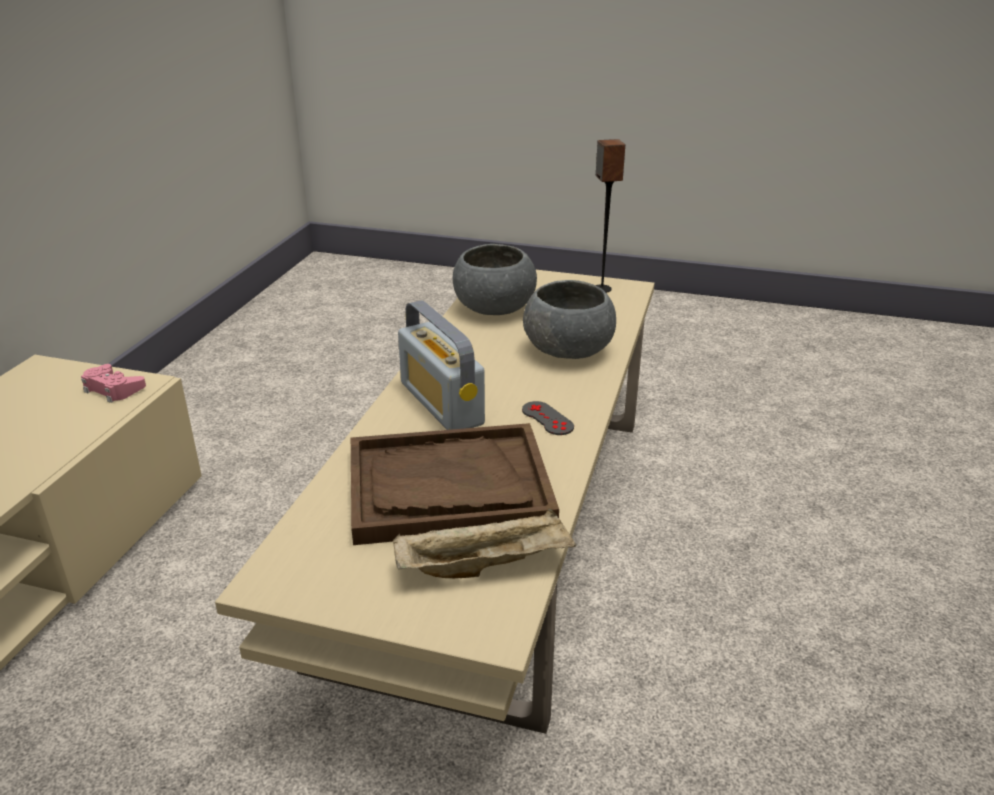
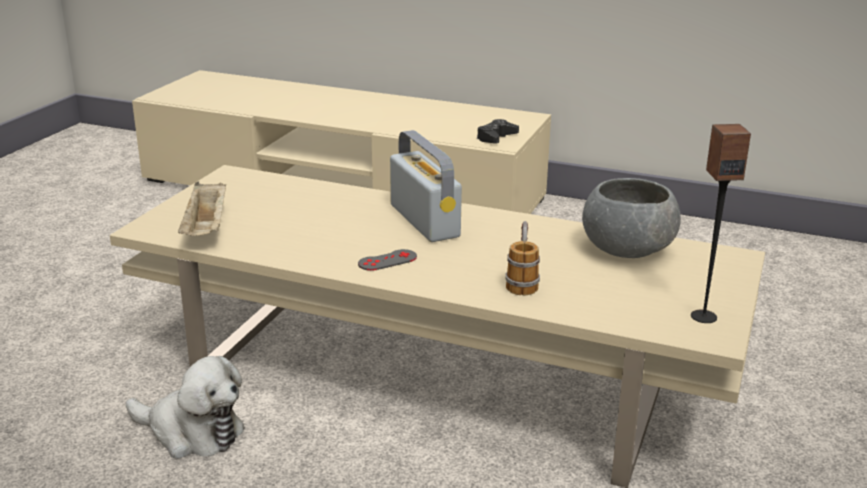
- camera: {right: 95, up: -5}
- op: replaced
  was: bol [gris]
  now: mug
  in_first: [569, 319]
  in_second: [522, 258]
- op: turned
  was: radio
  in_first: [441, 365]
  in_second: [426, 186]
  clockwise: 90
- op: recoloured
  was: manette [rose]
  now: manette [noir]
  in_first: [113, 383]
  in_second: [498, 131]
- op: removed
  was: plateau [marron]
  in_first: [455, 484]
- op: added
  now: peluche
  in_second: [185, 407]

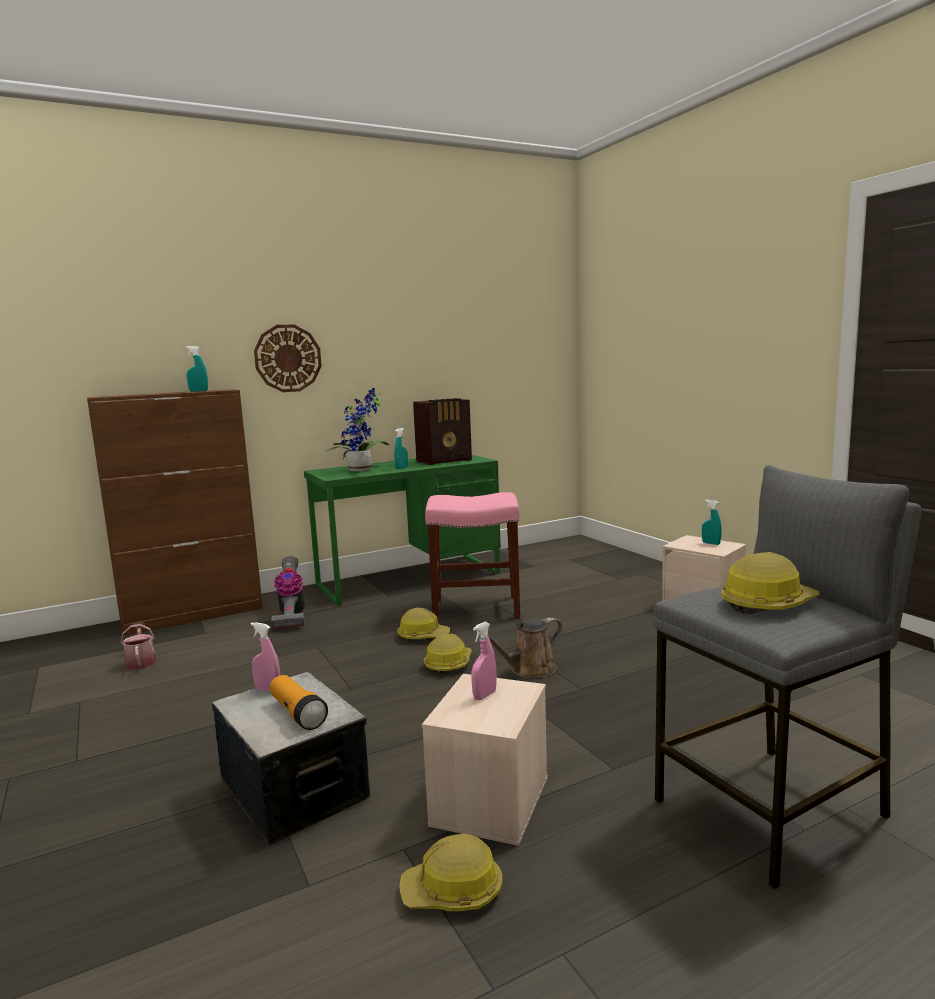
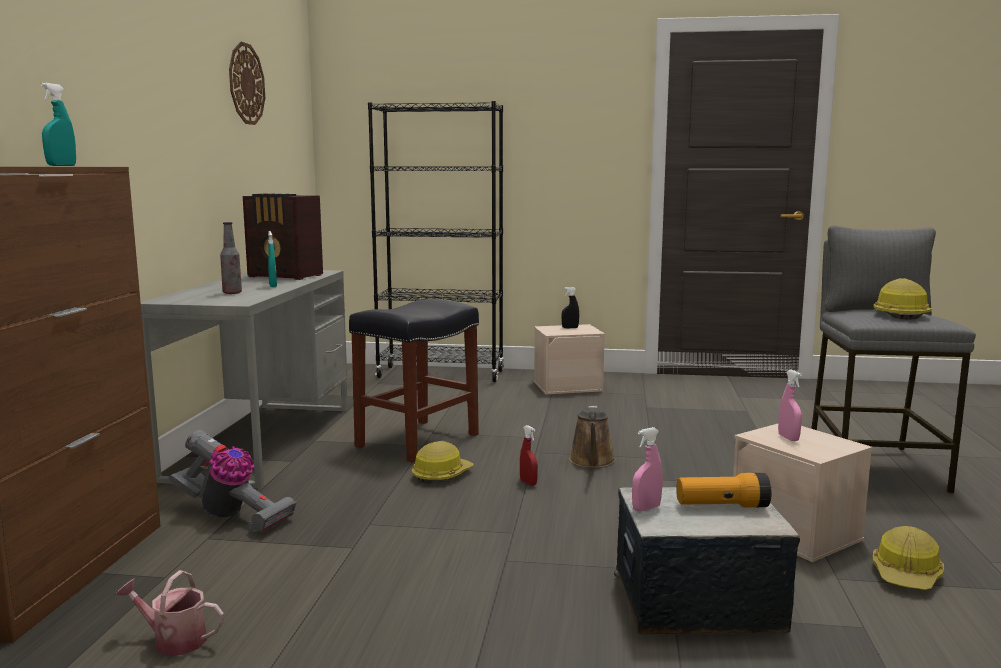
- camera: {right: -55, up: 0}
- op: moved
  was: horloge murale
  in_first: [288, 358]
  in_second: [247, 83]
- op: replaced
  was: plante en pot
  now: bouteille
  in_first: [358, 429]
  in_second: [231, 258]
- op: turned
  was: radio
  in_first: [442, 431]
  in_second: [283, 236]
  clockwise: 105
- op: recoloured
  was: bureau [vert]
  now: bureau [gris]
  in_first: [402, 530]
  in_second: [244, 379]
- op: recoloured
  was: tabouret [rose]
  now: tabouret [noir]
  in_first: [472, 556]
  in_second: [414, 381]
- op: recoloured
  was: vaporisateur [turquoise]
  now: vaporisateur [noir]
  in_first: [712, 522]
  in_second: [570, 307]
- op: replaced
  was: casque de chantier
  now: vaporisateur [rouge]
  in_first: [448, 654]
  in_second: [529, 455]
- op: added
  now: bibliothèque [noir]
  in_second: [436, 241]

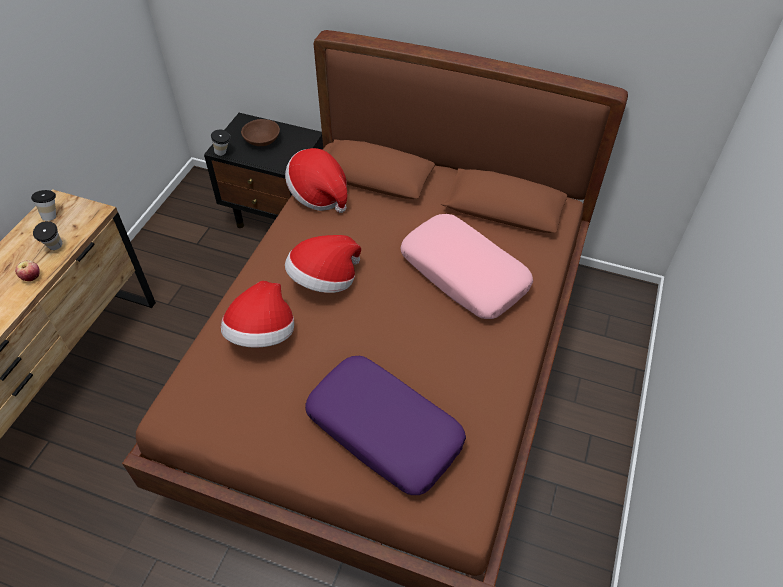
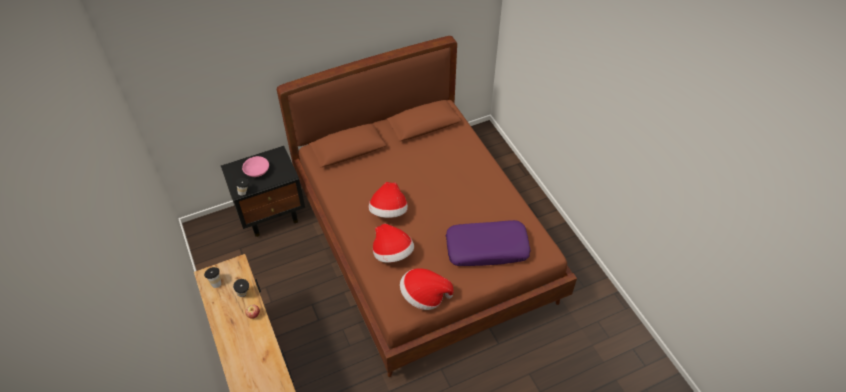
- camera: {right: -45, up: 0}
- op: recoloured
  was: bol [marron]
  now: bol [rose]
  in_first: [260, 132]
  in_second: [255, 166]
- op: moved
  was: chapeau
  in_first: [316, 180]
  in_second: [427, 289]
- op: removed
  was: coussin [rose]
  in_first: [467, 266]

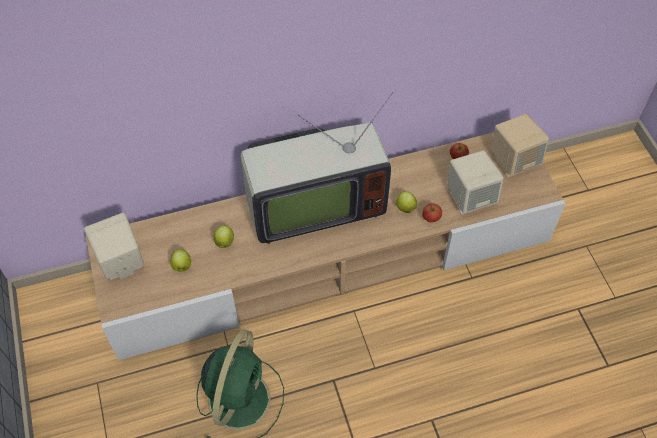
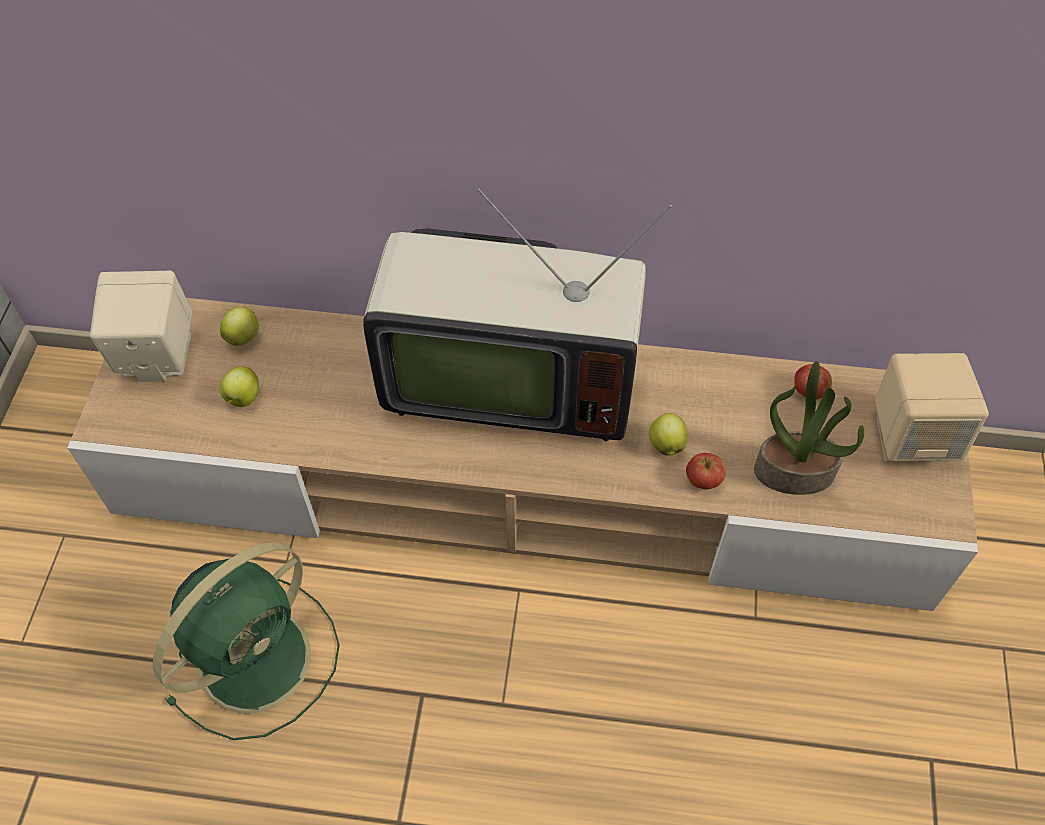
- camera: {right: 25, up: 0}
- op: replaced
  was: enceinte [beige]
  now: plante en pot
  in_first: [475, 182]
  in_second: [809, 428]
- op: moved
  was: pomme
  in_first: [224, 237]
  in_second: [239, 326]

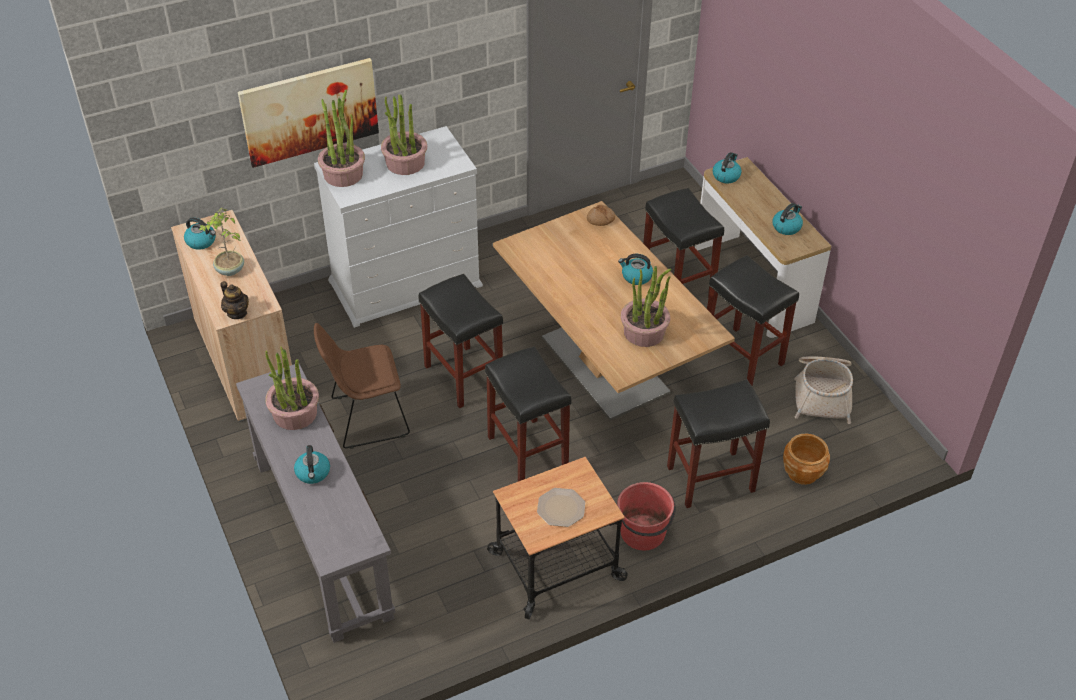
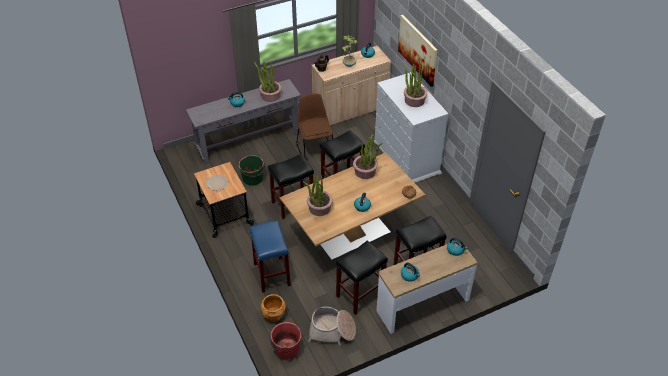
- camera: {right: 90, up: 0}
- op: moved
  was: plante en pot
  in_first: [341, 138]
  in_second: [368, 157]
- op: recoloured
  was: tabouret [noir]
  now: tabouret [bleu]
  in_first: [718, 443]
  in_second: [270, 257]
- op: moved
  was: seau [rouge]
  in_first: [646, 516]
  in_second: [285, 340]
- op: added
  now: seau [vert]
  in_second: [252, 170]

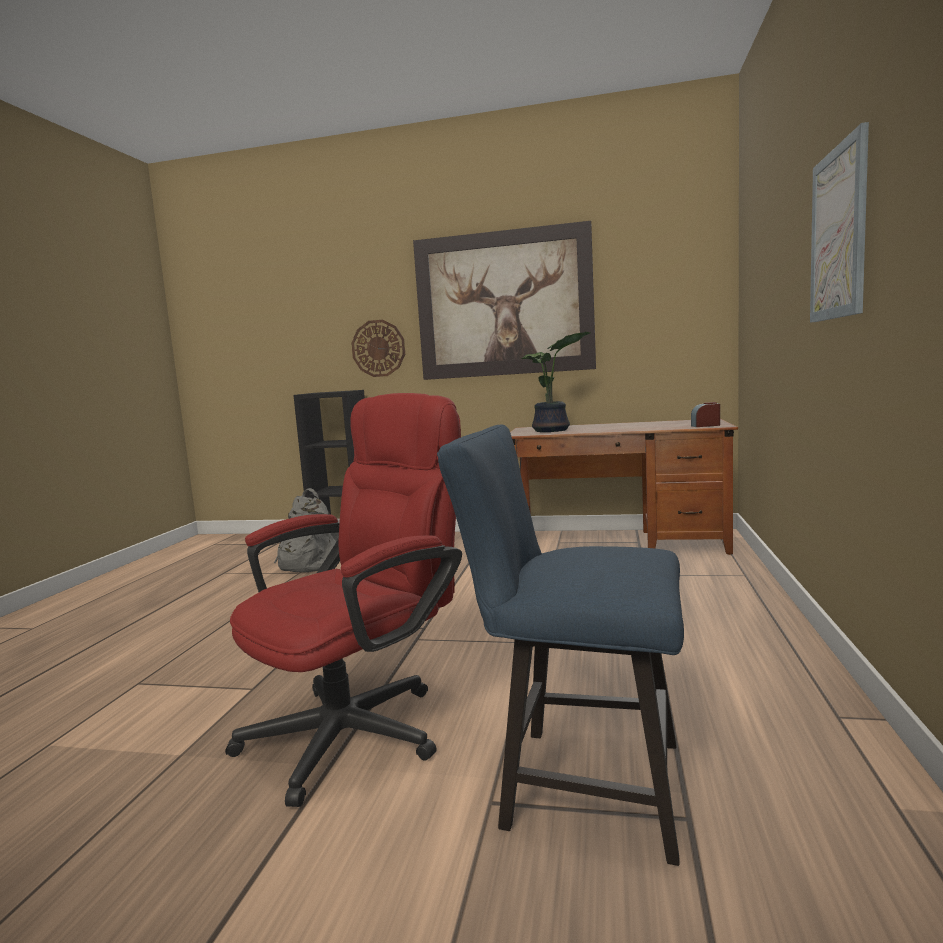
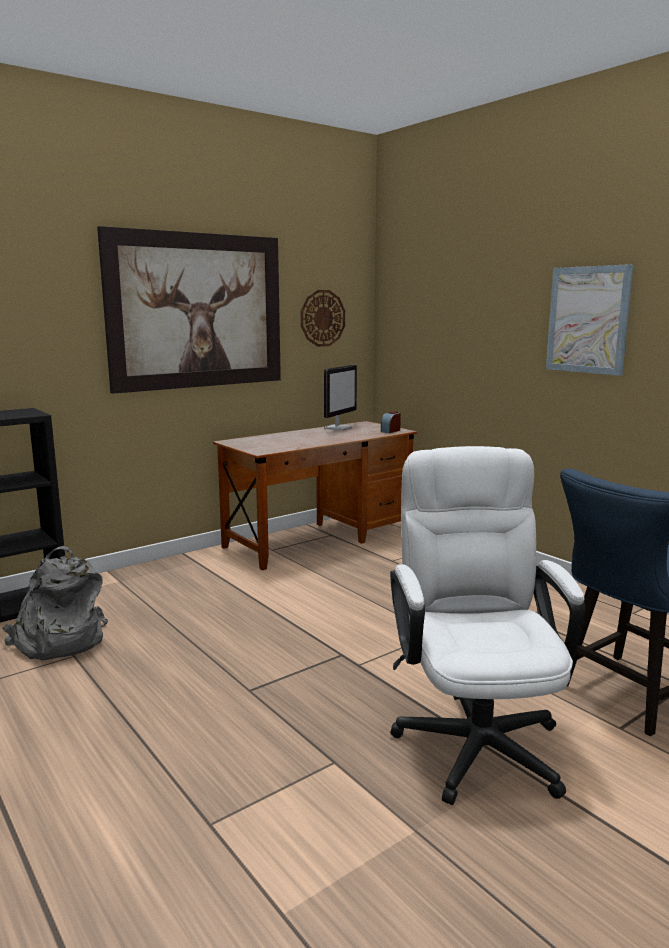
- camera: {right: -50, up: 5}
- op: moved
  was: horloge murale
  in_first: [378, 348]
  in_second: [323, 318]
- op: removed
  was: plante en pot
  in_first: [555, 382]
- op: recoloured
  was: chaise de bureau [rouge]
  now: chaise de bureau [blanc]
  in_first: [343, 600]
  in_second: [487, 625]
- op: added
  now: écran d'ordinateur
  in_second: [340, 398]

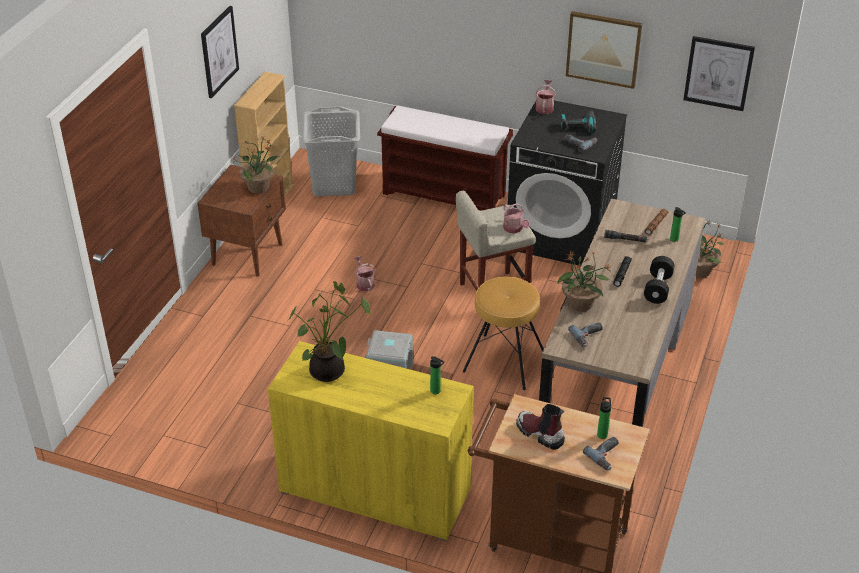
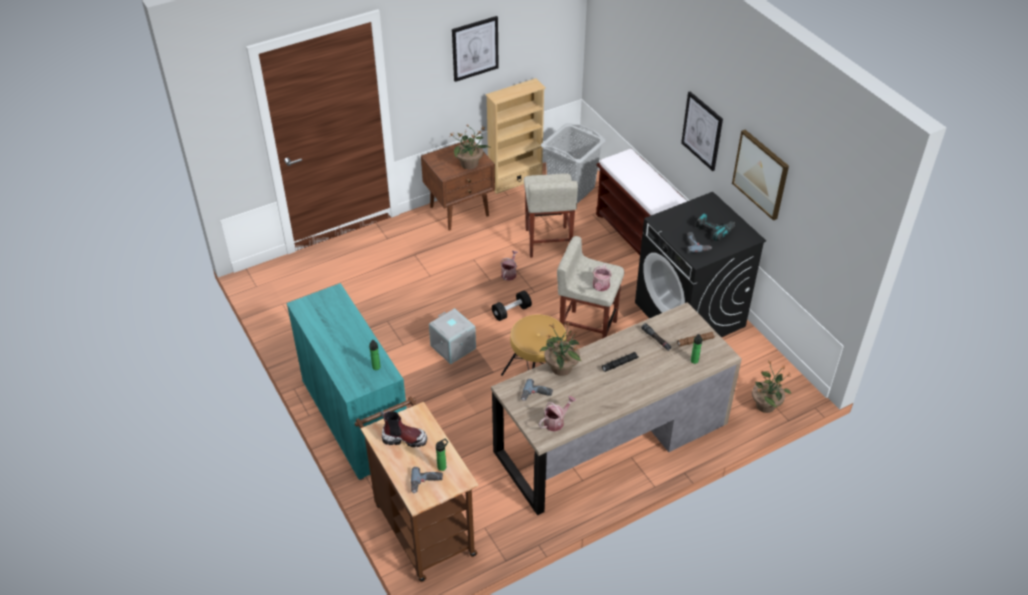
- camera: {right: 40, up: 5}
- op: moved
  was: tableau
  in_first: [719, 73]
  in_second: [702, 131]
- op: moved
  was: arrosoir
  in_first: [545, 97]
  in_second: [557, 414]
- op: moved
  was: haltère [noir]
  in_first: [659, 280]
  in_second: [512, 306]
- op: removed
  was: plante en pot
  in_first: [329, 331]
- op: recoloured
  was: meuble de rangement [jaune]
  now: meuble de rangement [turquoise]
  in_first: [371, 441]
  in_second: [347, 381]
- op: turned
  was: botte
  in_first: [540, 427]
  in_second: [403, 429]
  clockwise: 105
- op: added
  now: tabouret [beige]
  in_second: [551, 216]

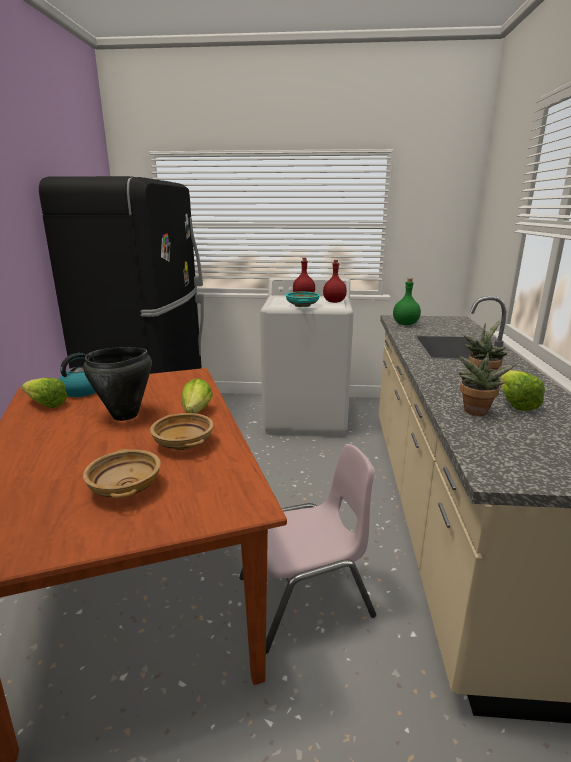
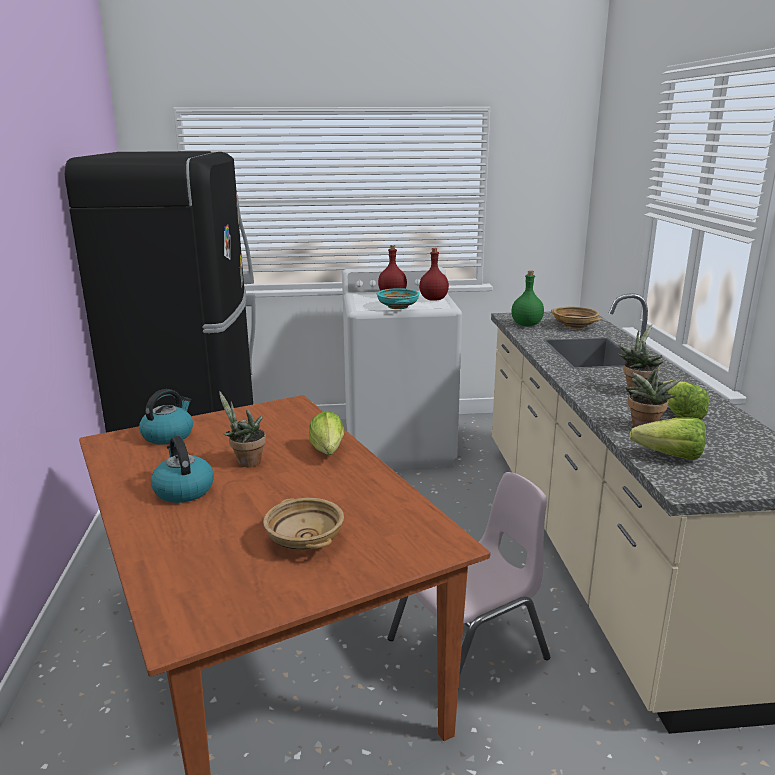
- camera: {right: -10, up: 0}
- op: replaced
  was: marmite [noir]
  now: plante en pot
  in_first: [117, 384]
  in_second: [242, 429]
- op: moved
  was: laitue
  in_first: [44, 393]
  in_second: [668, 438]
- op: moved
  was: bol [beige]
  in_first: [181, 432]
  in_second: [576, 318]
- op: added
  now: bouilloire
  in_second: [182, 469]

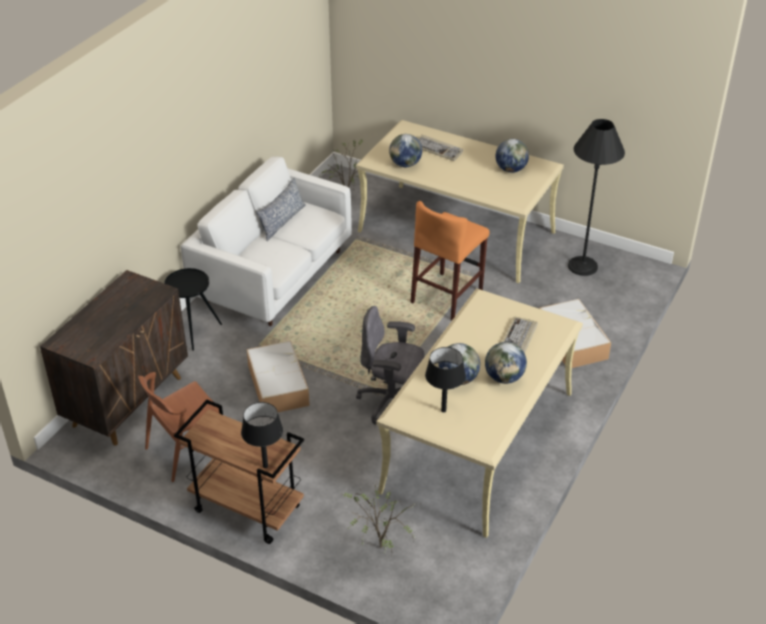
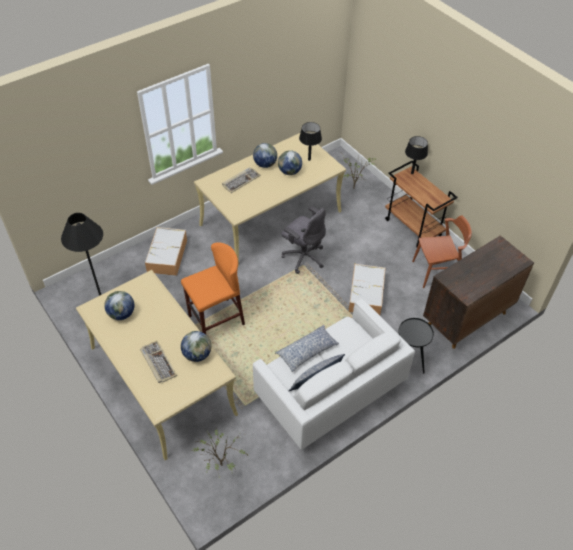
- camera: {right: -155, up: 10}
- op: added
  now: coussin
  in_second: [307, 348]

